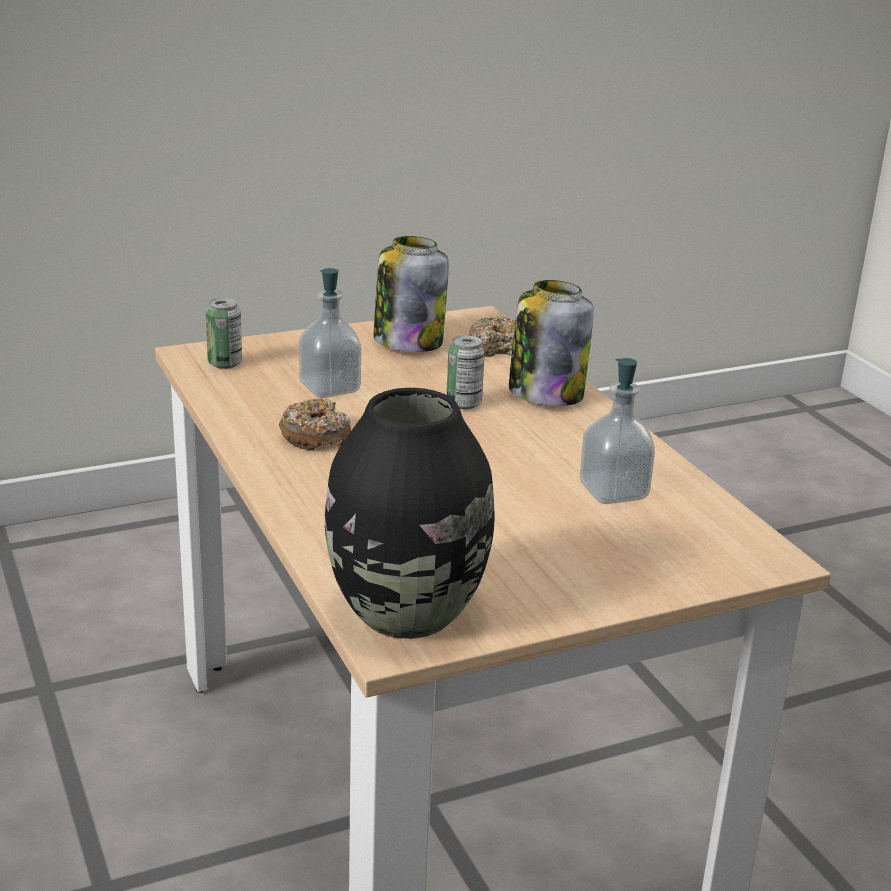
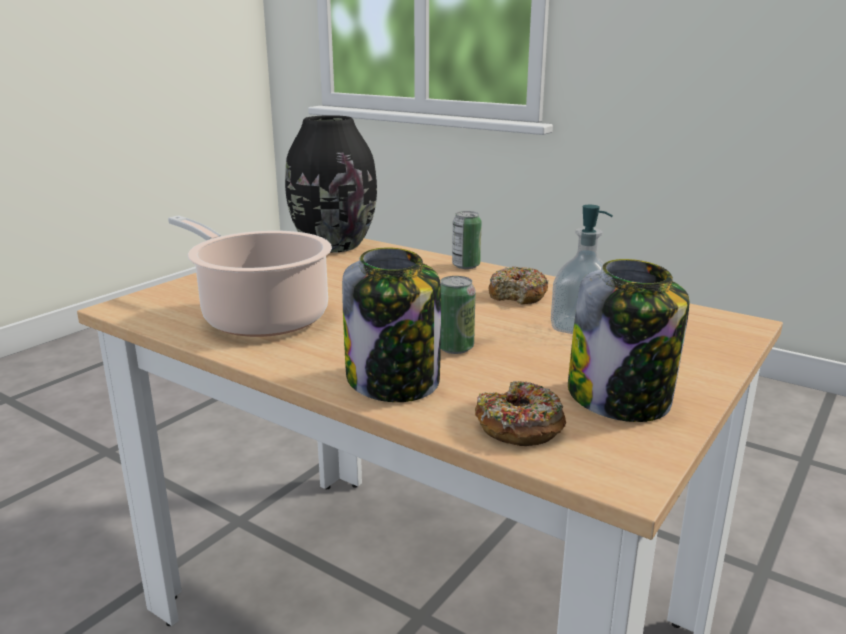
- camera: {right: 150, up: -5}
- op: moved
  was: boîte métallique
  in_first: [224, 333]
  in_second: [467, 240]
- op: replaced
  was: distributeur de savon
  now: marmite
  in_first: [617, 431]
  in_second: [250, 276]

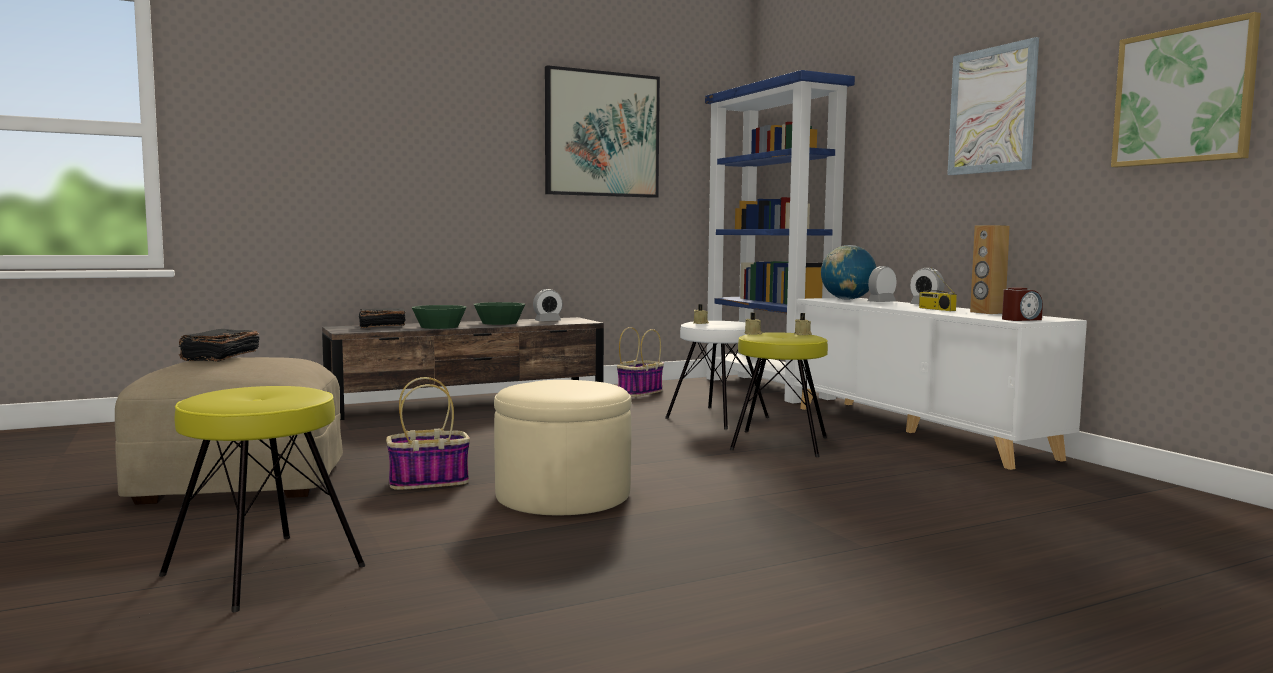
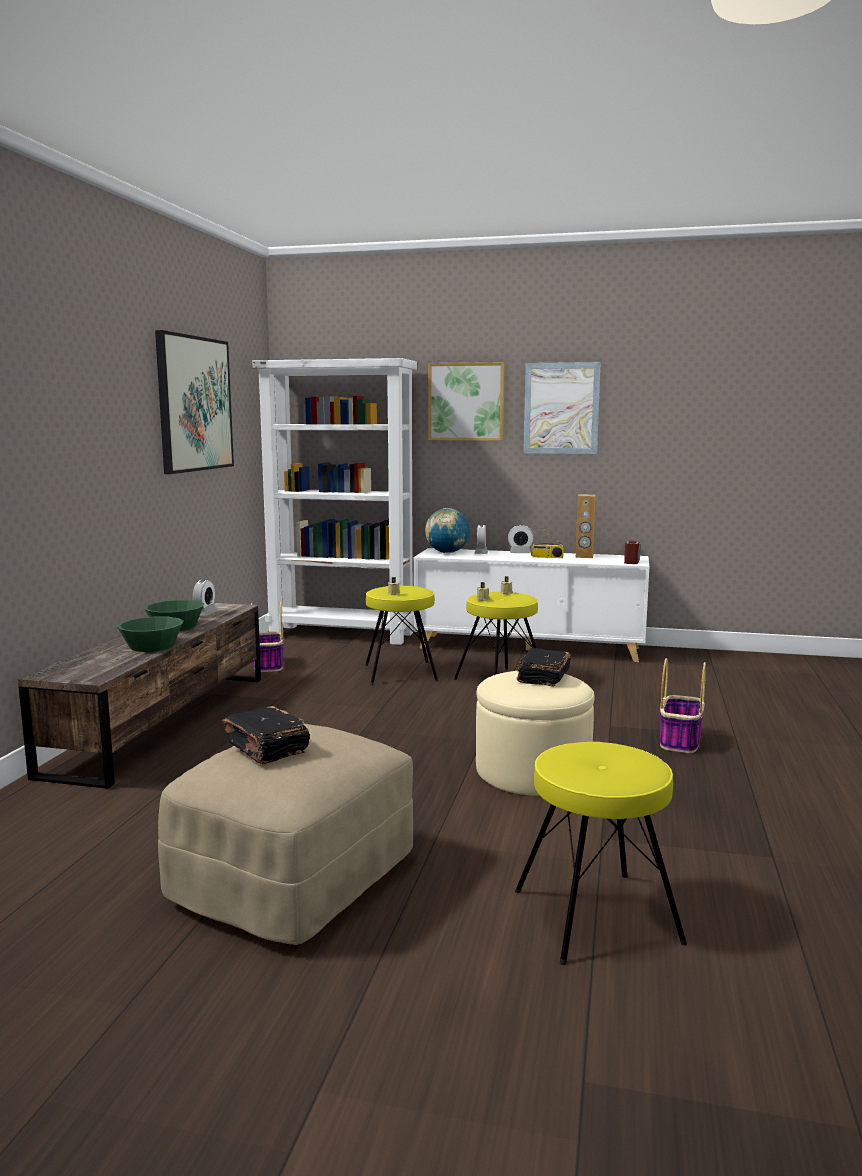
- camera: {right: -50, up: 5}
- op: moved
  was: tableau
  in_first: [1186, 89]
  in_second: [466, 401]
- op: recoloured
  was: bibliothèque [bleu]
  now: bibliothèque [blanc]
  in_first: [779, 237]
  in_second: [334, 501]
- op: moved
  was: livre [noir]
  in_first: [382, 318]
  in_second: [543, 667]
- op: recoloured
  was: tabouret [blanc]
  now: tabouret [jaune]
  in_first: [717, 375]
  in_second: [401, 635]
- op: moved
  was: panier
  in_first: [428, 433]
  in_second: [683, 705]

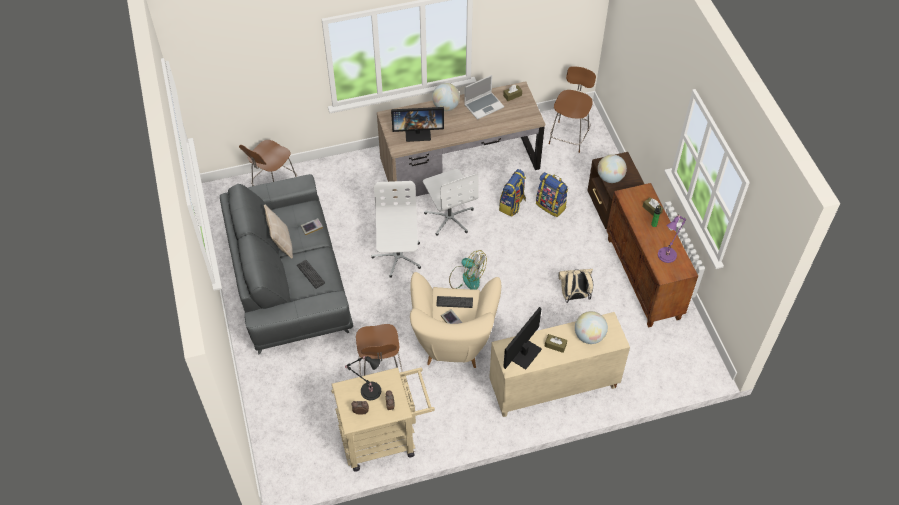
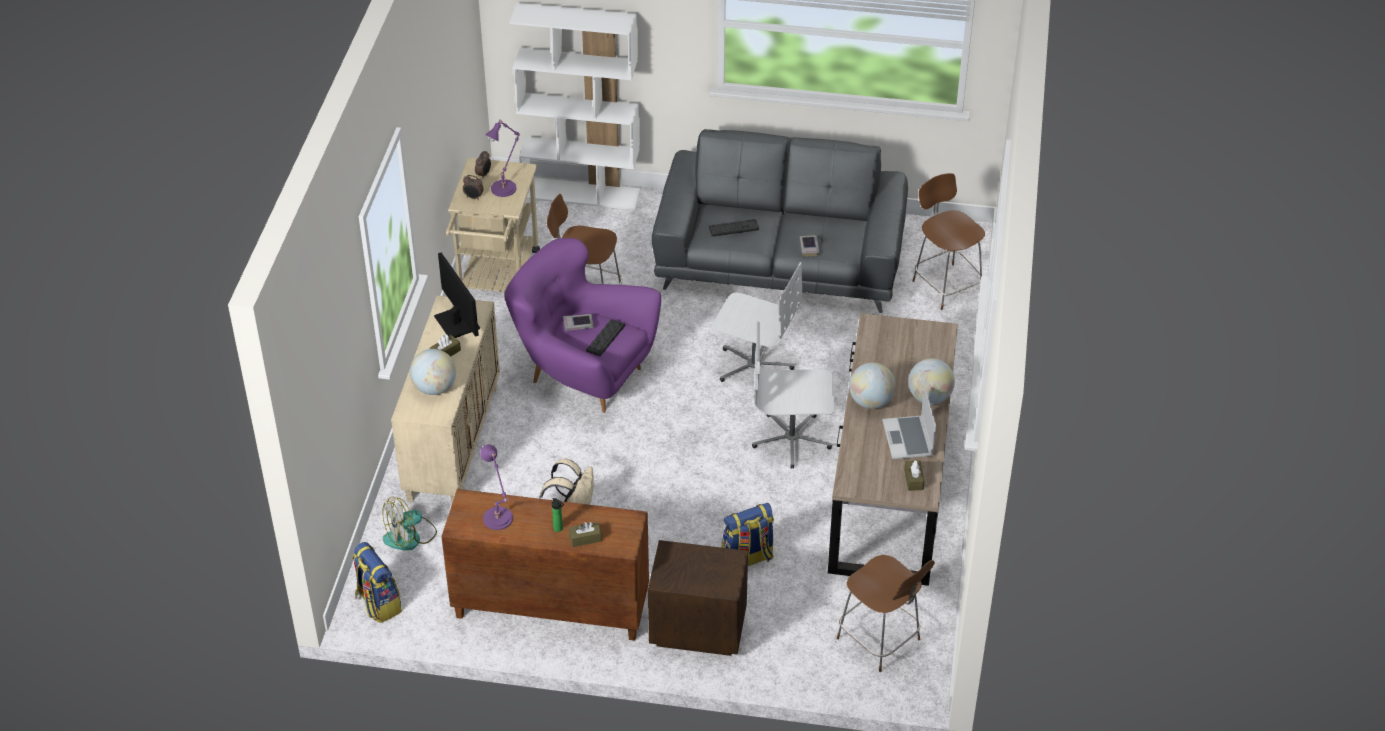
- camera: {right: 115, up: -10}
- op: removed
  was: écran d'ordinateur
  in_first: [417, 124]
- op: moved
  was: globe
  in_first: [612, 168]
  in_second: [872, 385]
- op: moved
  was: sac à dos
  in_first: [512, 193]
  in_second: [377, 582]
- op: removed
  was: coussin [beige]
  in_first: [278, 231]
- op: moved
  was: ventilateur
  in_first: [468, 270]
  in_second: [410, 523]
- op: recoloured
  was: fauteuil [beige]
  now: fauteuil [violet]
  in_first: [455, 320]
  in_second: [582, 325]
- op: recoloured
  was: lampe de table [noir]
  now: lampe de table [violet]
  in_first: [362, 378]
  in_second: [502, 158]
- op: added
  now: bibliothèque [blanc]
  in_second: [574, 106]

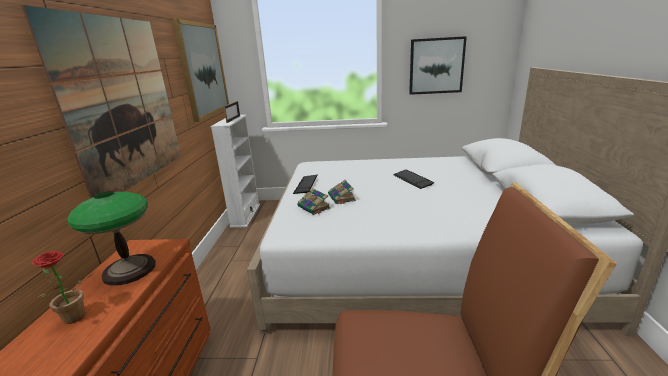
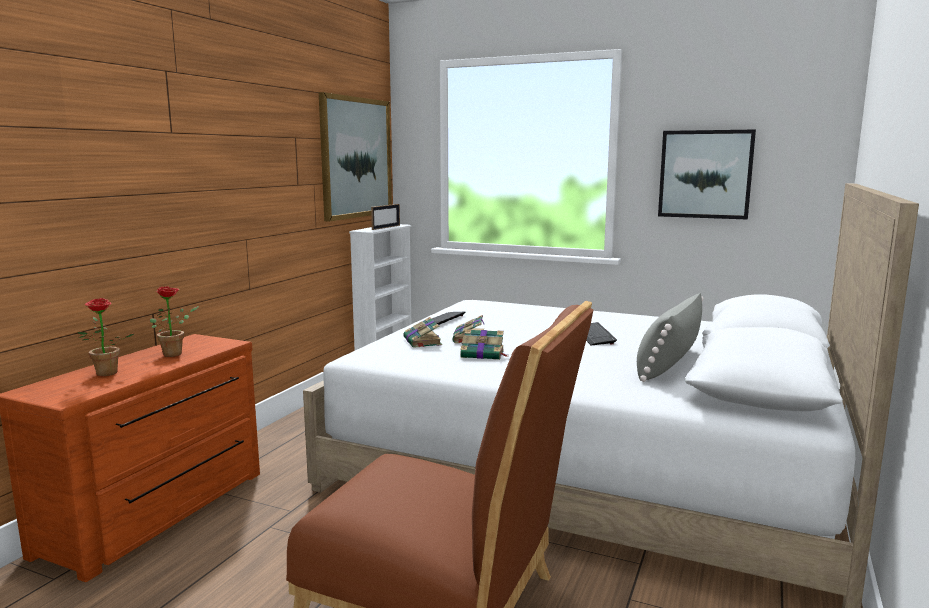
- camera: {right: 20, up: -10}
- op: removed
  was: tableau
  in_first: [101, 101]
- op: replaced
  was: lampe de table
  now: plante en pot
  in_first: [111, 238]
  in_second: [174, 321]
- op: added
  now: coussin [gris]
  in_second: [670, 337]
- op: added
  now: livre
  in_second: [484, 344]

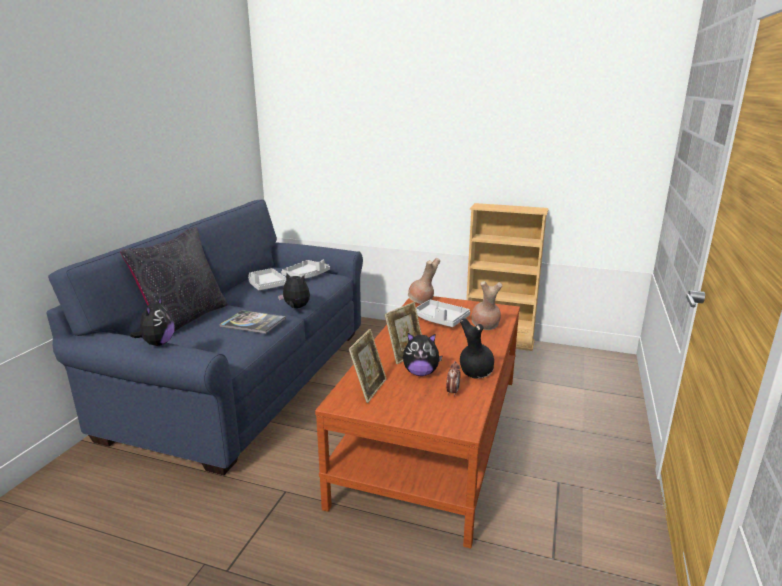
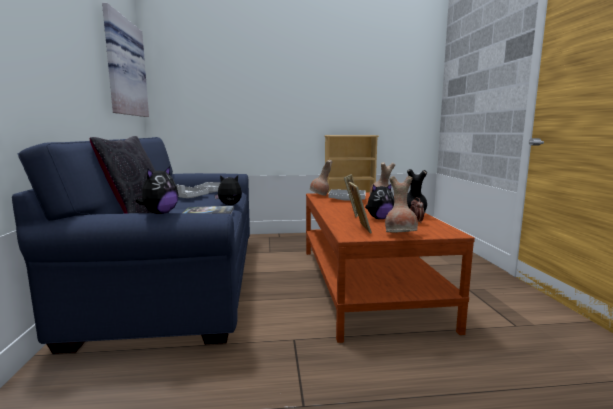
- camera: {right: -25, up: -10}
- op: turned
  was: peluche
  in_first: [152, 321]
  in_second: [157, 190]
  clockwise: 45
- op: added
  now: tableau
  in_second: [125, 60]
- op: added
  now: vase [marron]
  in_second: [401, 204]

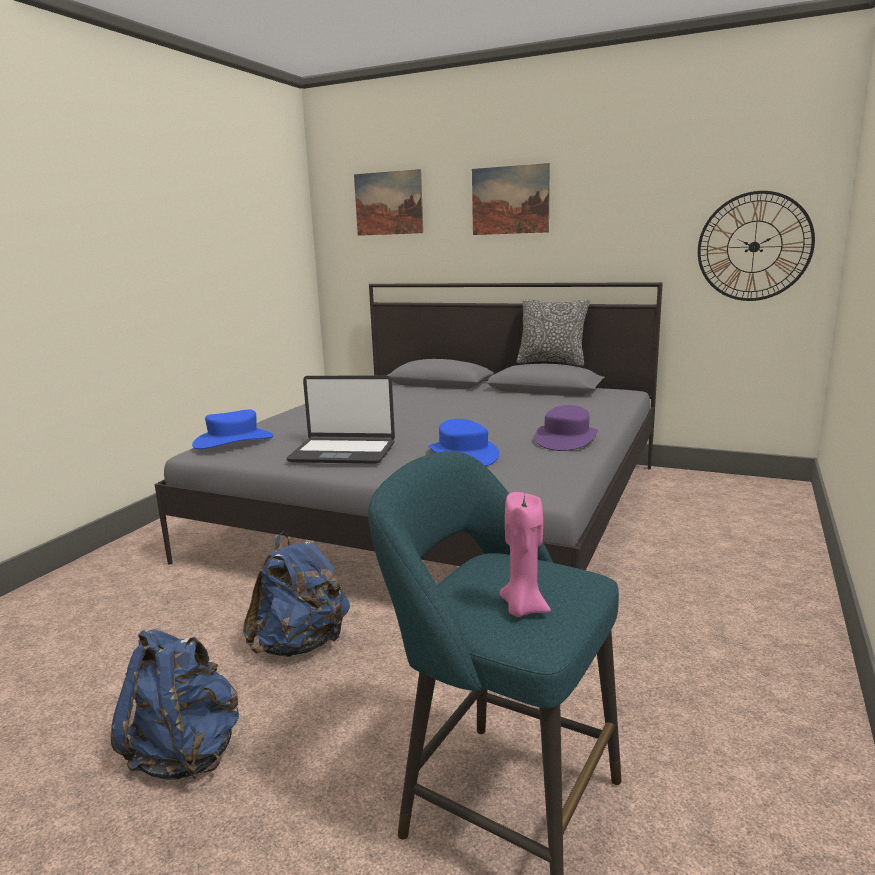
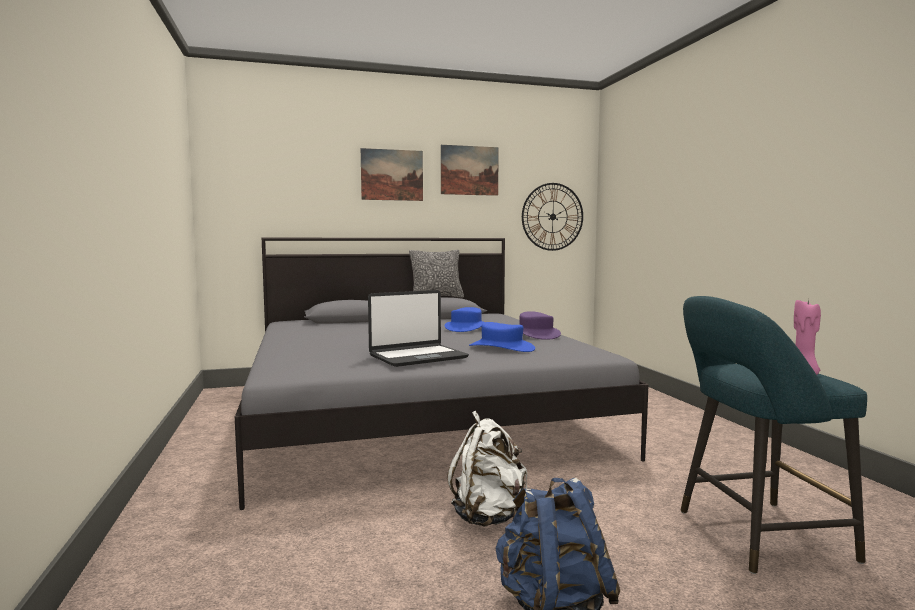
- camera: {right: -40, up: -10}
- op: moved
  was: tableau
  in_first: [388, 202]
  in_second: [470, 170]
- op: moved
  was: chapeau [bleu]
  in_first: [232, 429]
  in_second: [464, 319]
- op: recoloured
  was: sac à dos [bleu]
  now: sac à dos [blanc]
  in_first: [296, 594]
  in_second: [487, 468]

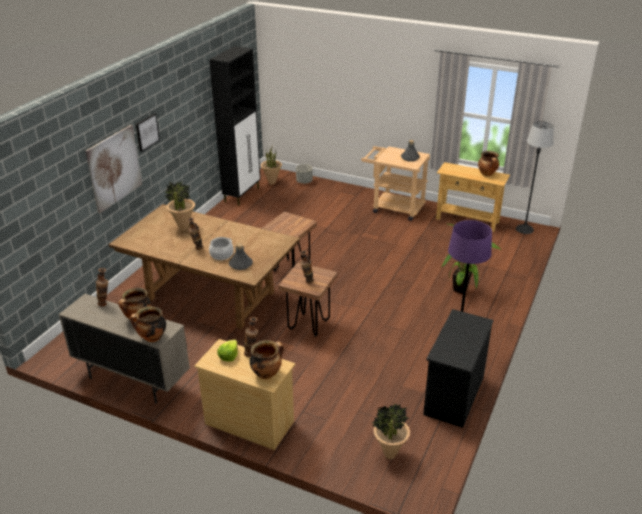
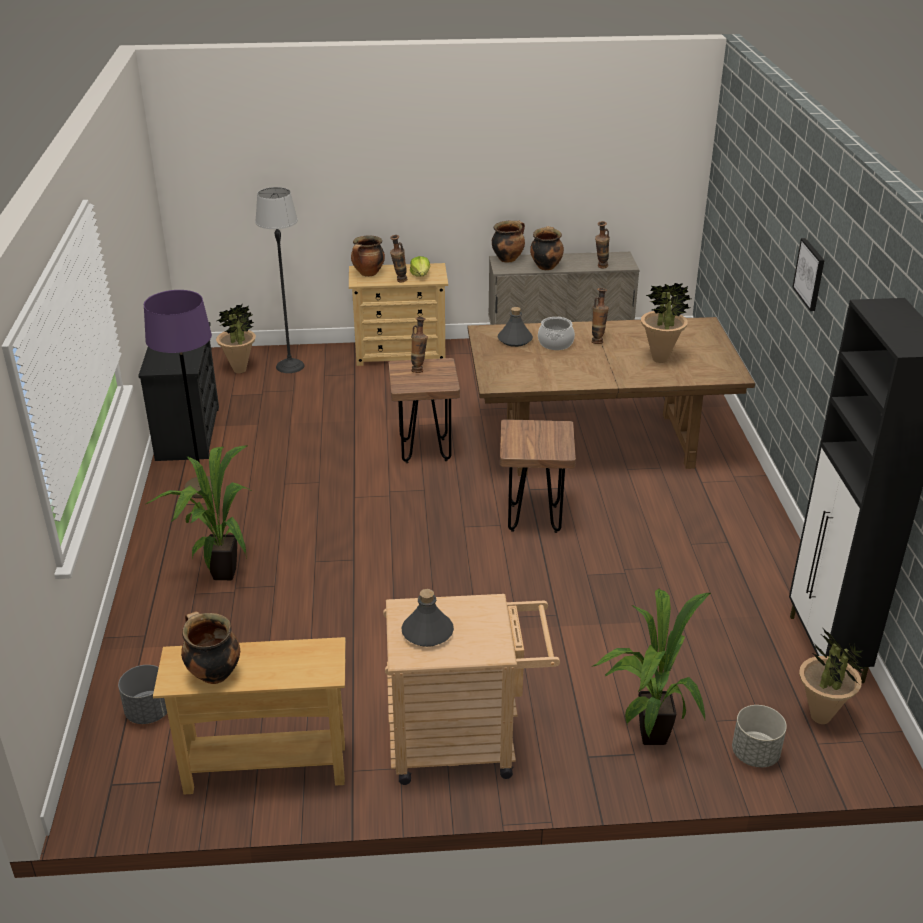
- camera: {right: 150, up: 0}
- op: moved
  was: lampadaire
  in_first: [535, 177]
  in_second: [279, 280]
- op: removed
  was: tableau
  in_first: [114, 169]
- op: added
  now: plante en pot
  in_second: [651, 667]
- op: added
  now: cache-pot [gris]
  in_second: [142, 694]

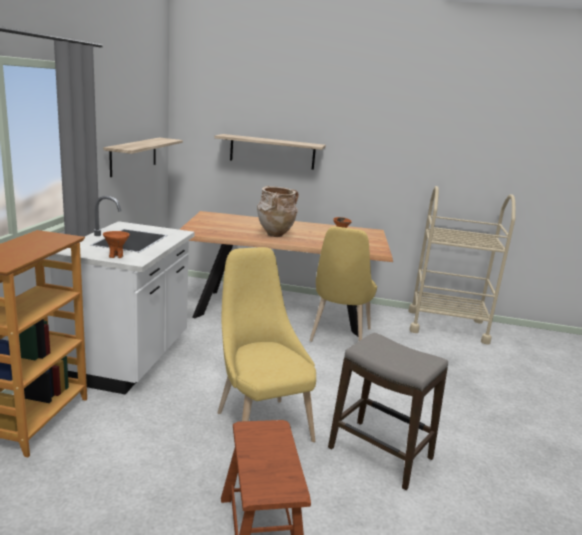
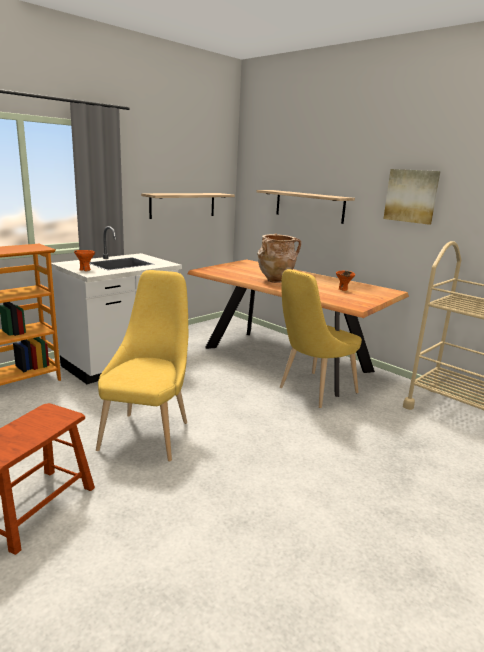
- camera: {right: 35, up: 0}
- op: removed
  was: tabouret
  in_first: [388, 411]
- op: added
  now: tableau
  in_second: [412, 197]

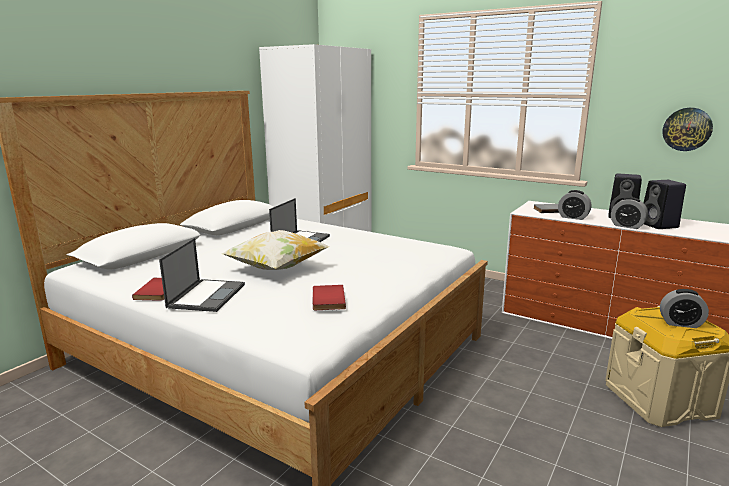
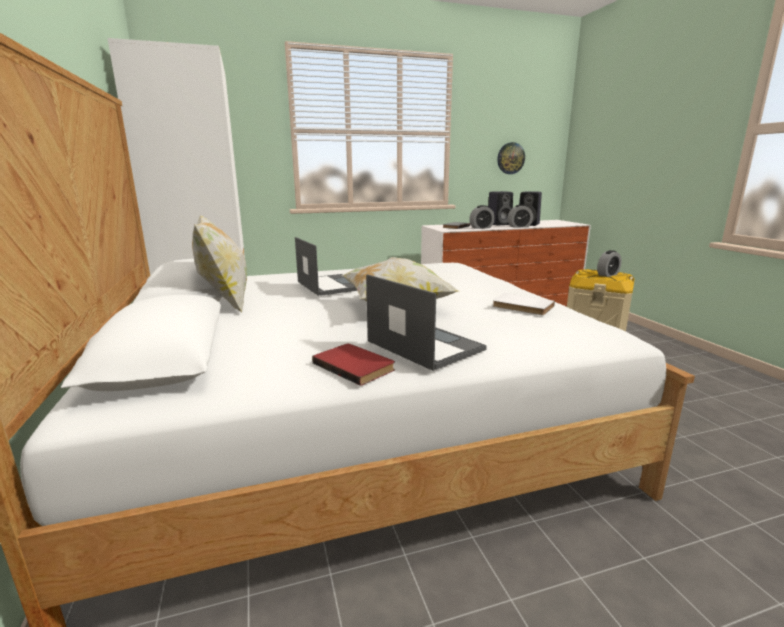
- camera: {right: -50, up: 0}
- op: recoloured
  was: livre [rouge]
  now: livre [blanc]
  in_first: [329, 297]
  in_second: [524, 304]
- op: added
  now: coussin
  in_second: [219, 263]

